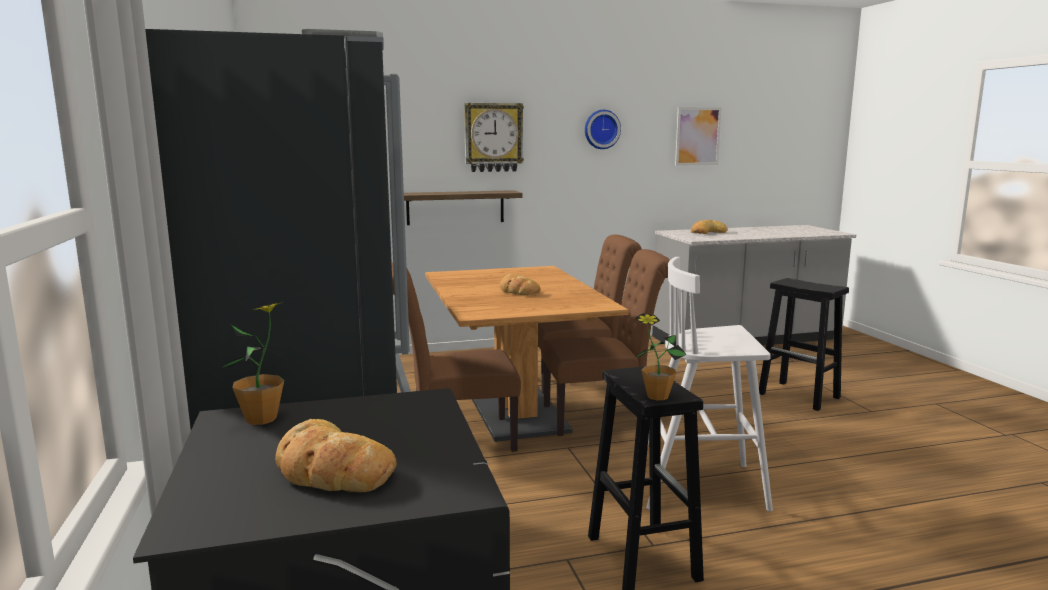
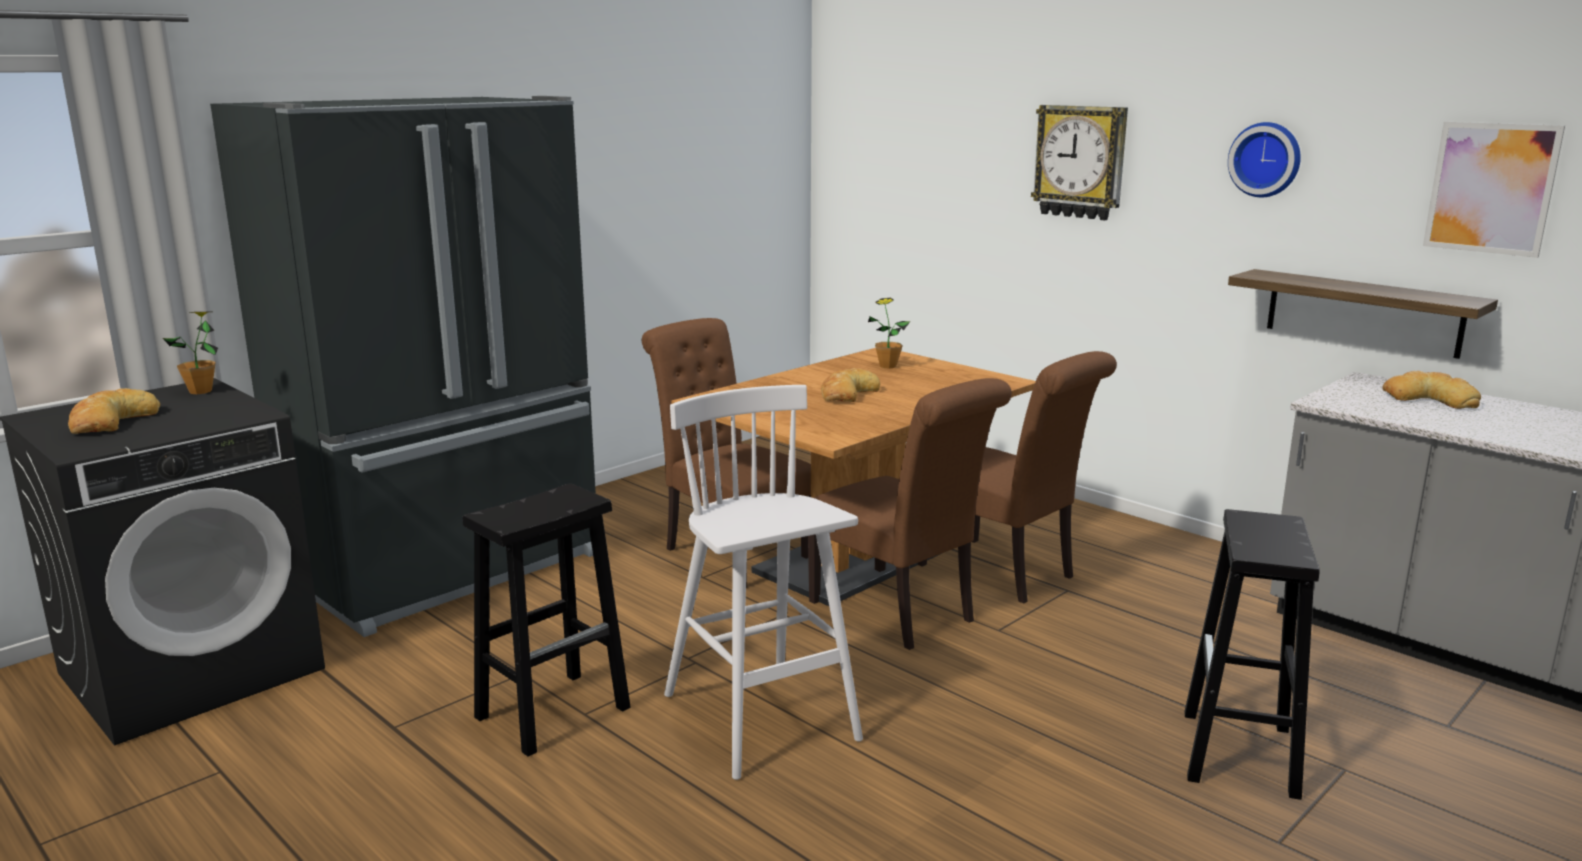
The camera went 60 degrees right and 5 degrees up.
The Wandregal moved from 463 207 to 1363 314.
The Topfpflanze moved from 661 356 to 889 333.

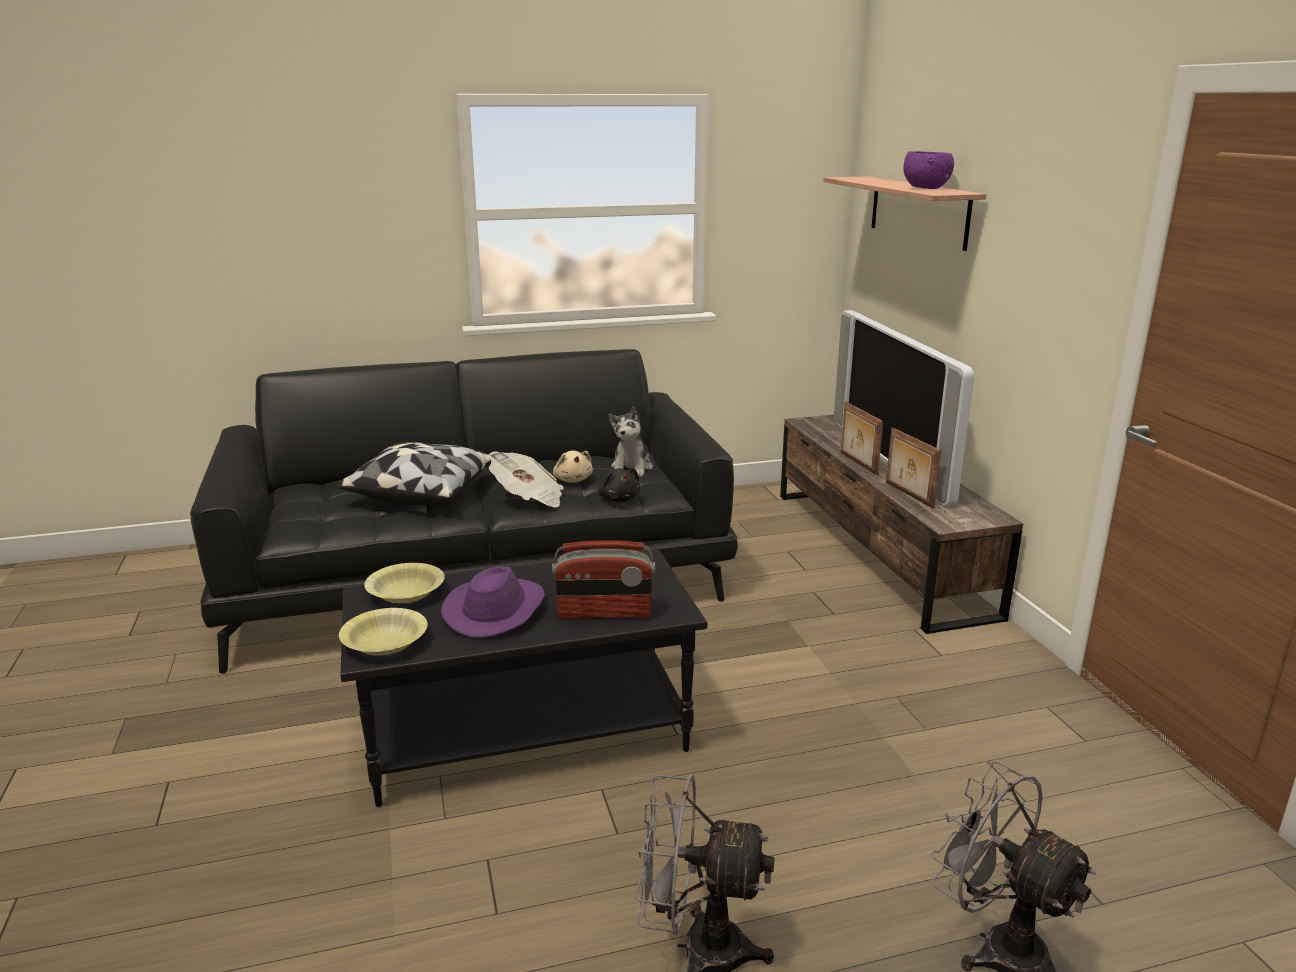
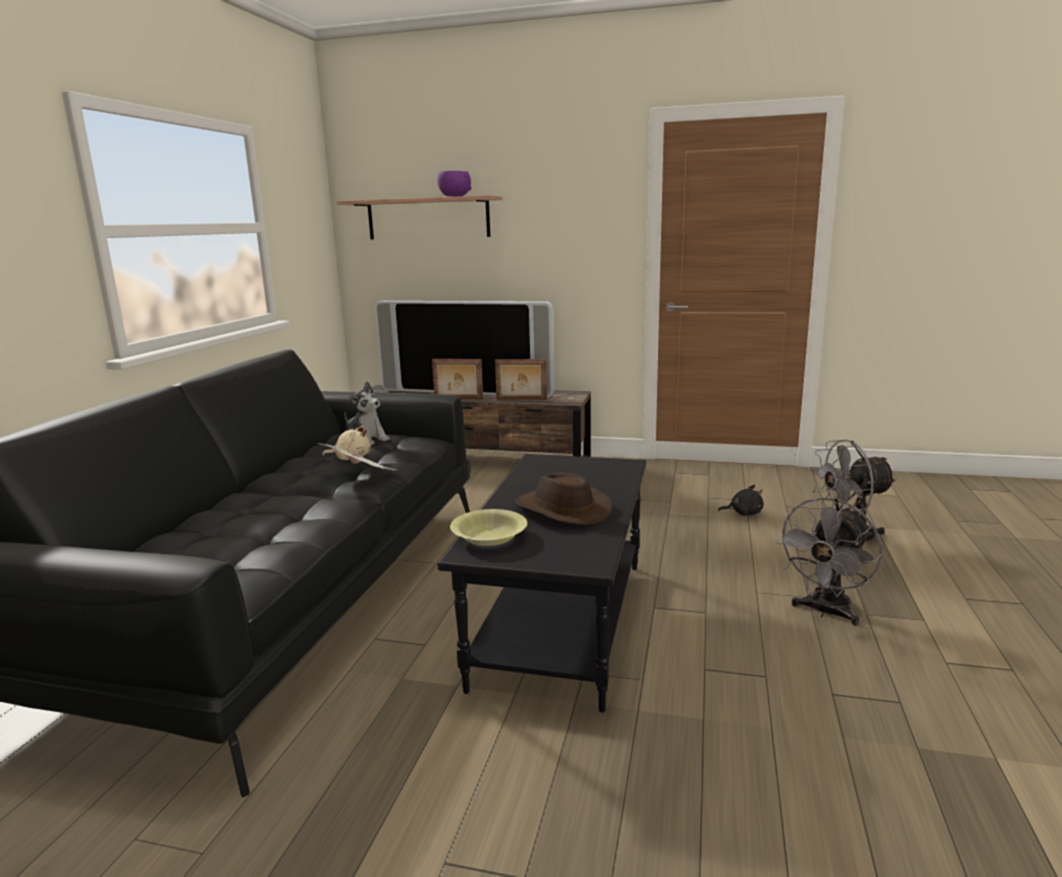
The camera went 60 degrees left and 5 degrees down.
The Kissen at 413 473 disappeared.
The Schüssel/gelb at 383 632 disappeared.
The Hut/lila at 493 602 became the Hut/braun at 563 499.
The Radio at 603 579 disappeared.
The Plüschtier/schwarz moved from 619 485 to 740 500.

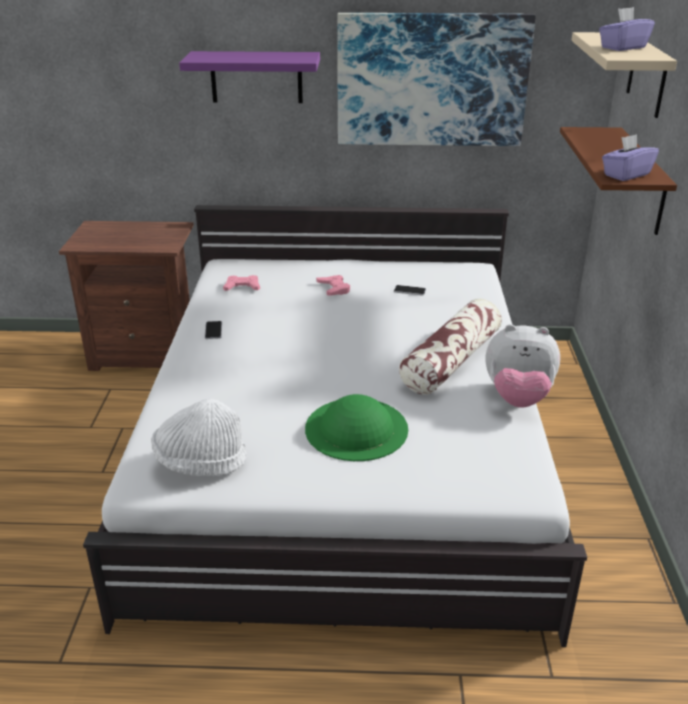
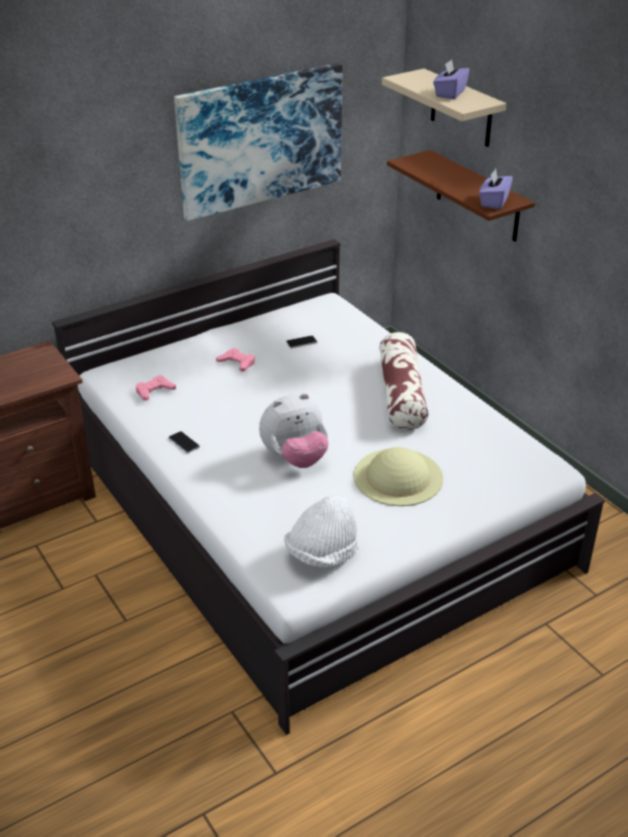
The camera went 35 degrees left and 5 degrees up.
The Wandregal/lila at 249 77 disappeared.
The Hut/grün at 356 427 became the Hut/beige at 398 476.
The Plüschtier moved from 522 366 to 294 430.

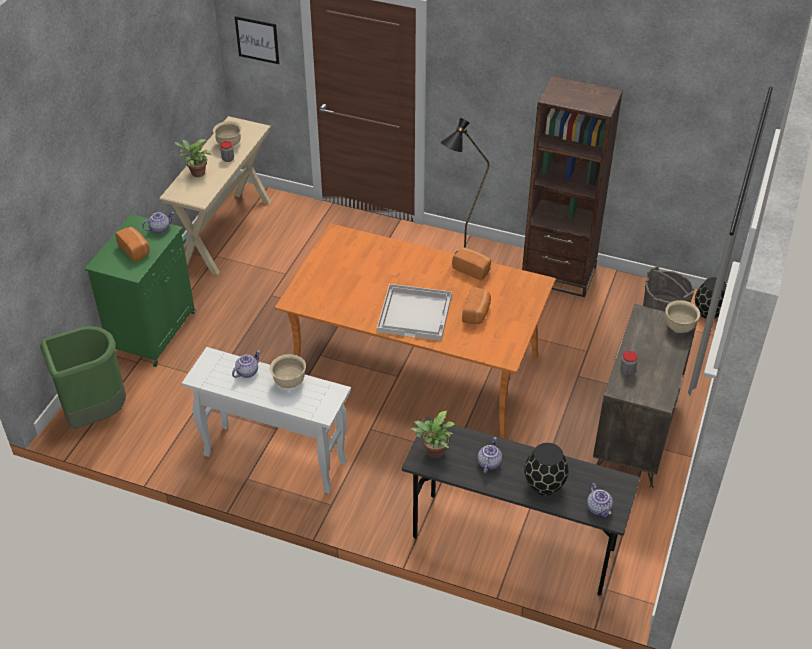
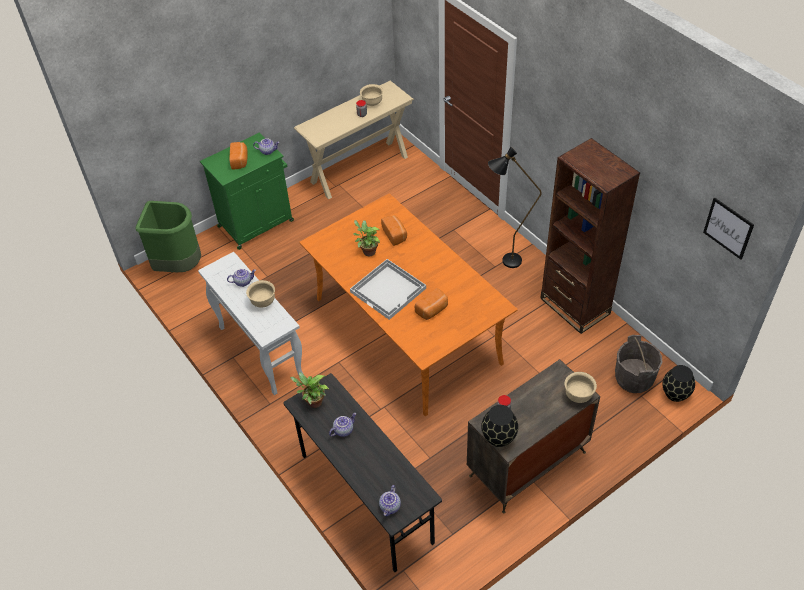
The camera went 35 degrees right and 5 degrees up.
The Topfpflanze moved from 192 158 to 366 238.
The Bild moved from 257 40 to 728 228.
The Brot moved from 471 263 to 394 230.
The Vase/schwarz moved from 546 469 to 499 426.

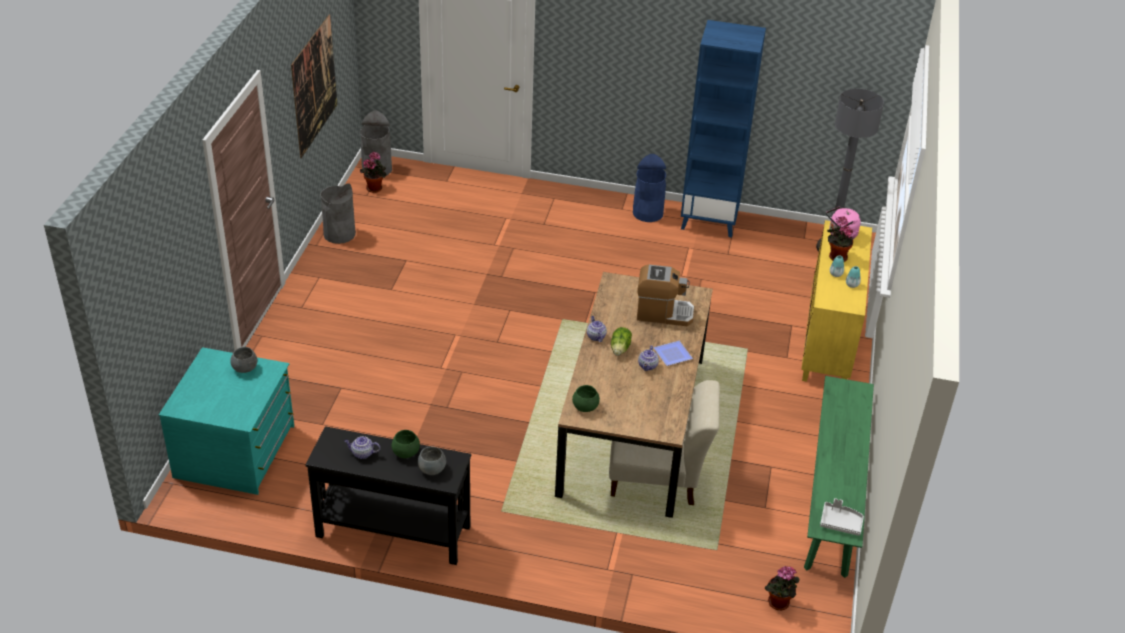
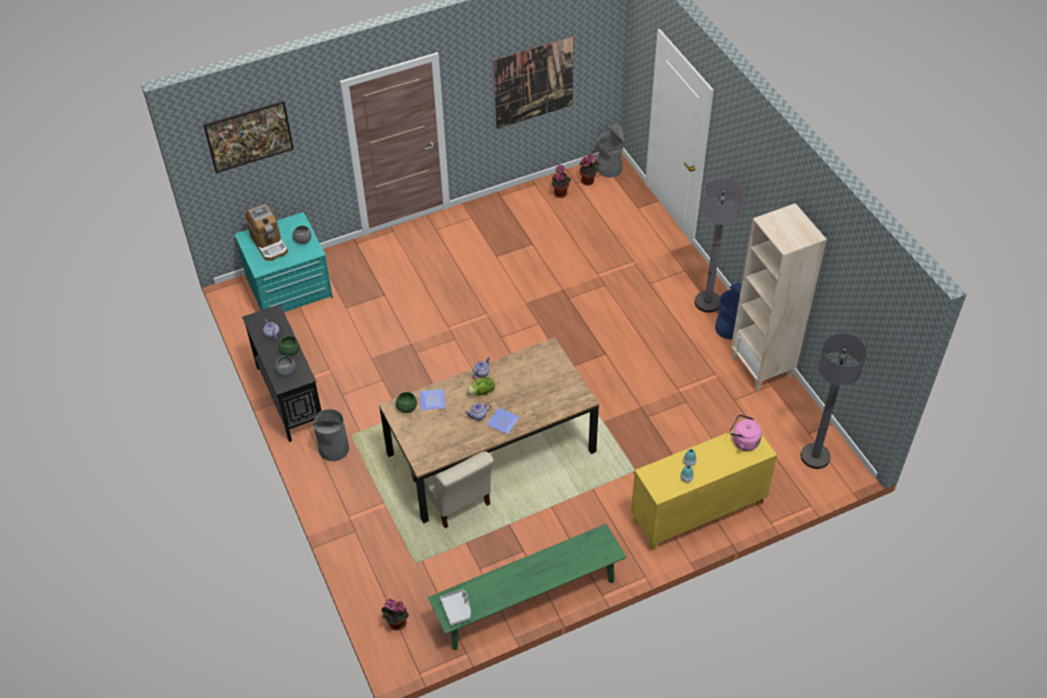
The camera went 55 degrees right and 10 degrees up.
The Mülleimer/grau moved from 338 213 to 331 435.
The Kaffeemaschine moved from 665 295 to 266 232.
The Bücherregal/blau at 723 129 became the Bücherregal/beige at 779 297.
The Topfpflanze moved from 840 239 to 561 181.
The Bild at 248 137 appeared.
The Teller at 432 399 appeared.
The Stehlampe/grau at 719 245 appeared.

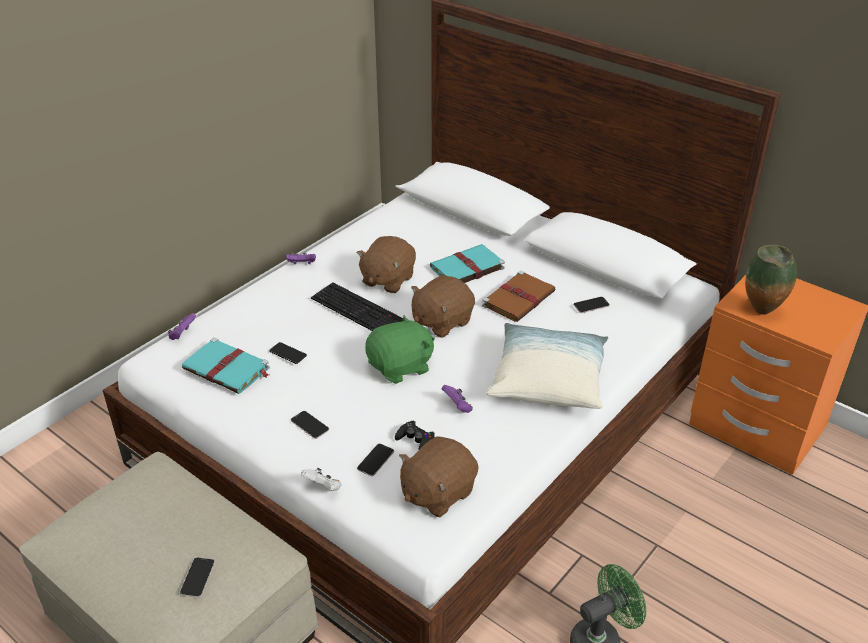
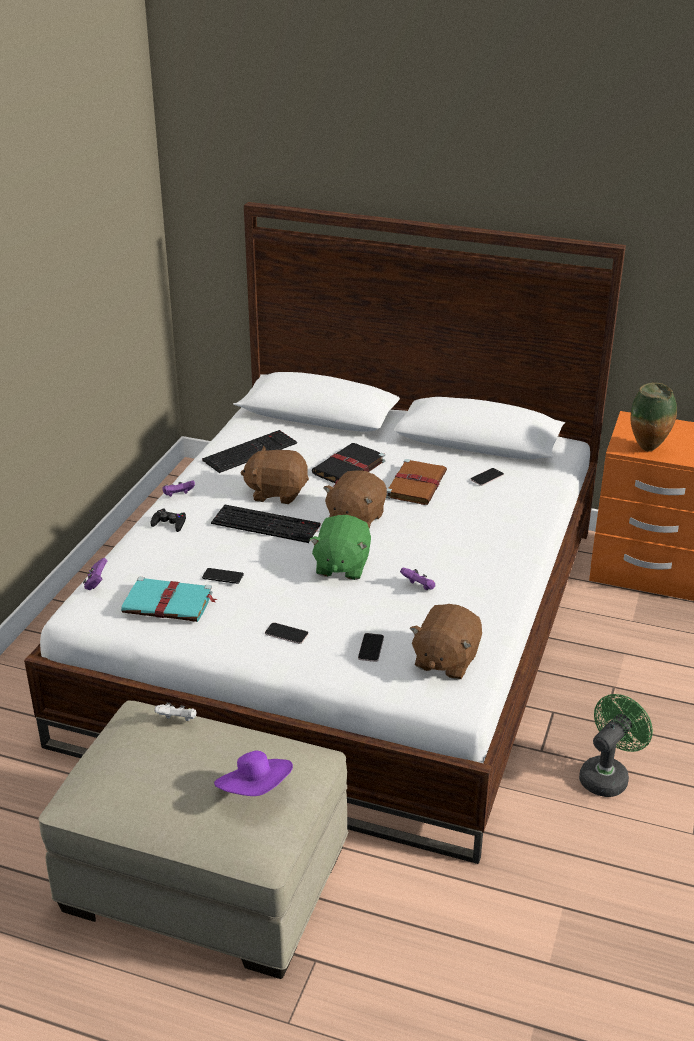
The camera went 20 degrees left and 5 degrees down.
The Handy at 197 577 was replaced by the Hut/lila at 253 773.
The Gamepad/weiß moved from 321 479 to 175 711.
The Plüschtier/braun at 386 264 turned 90 degrees clockwise.
The Plüschtier/grün at 400 349 turned 150 degrees clockwise.
The Gamepad/schwarz moved from 415 435 to 168 520.
The Buch/türkis at 467 263 became the Buch/schwarz at 348 465.
The Kissen at 547 366 disappeared.
The Tastatur at 249 451 appeared.

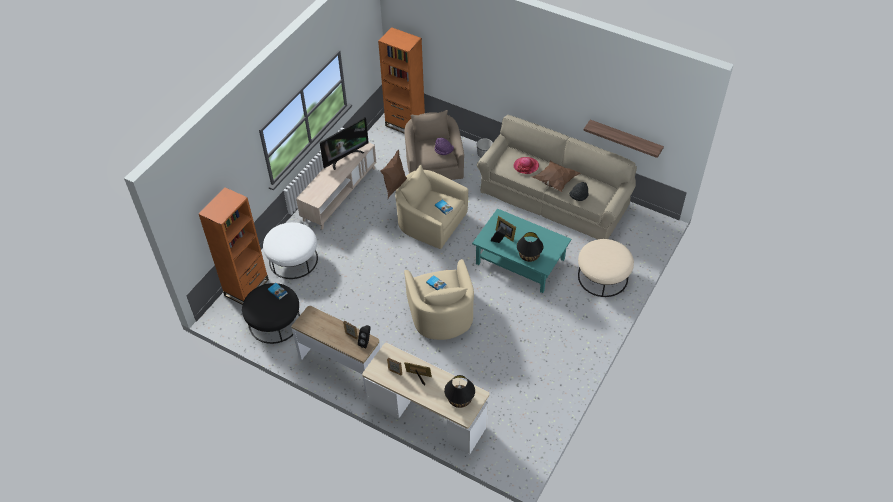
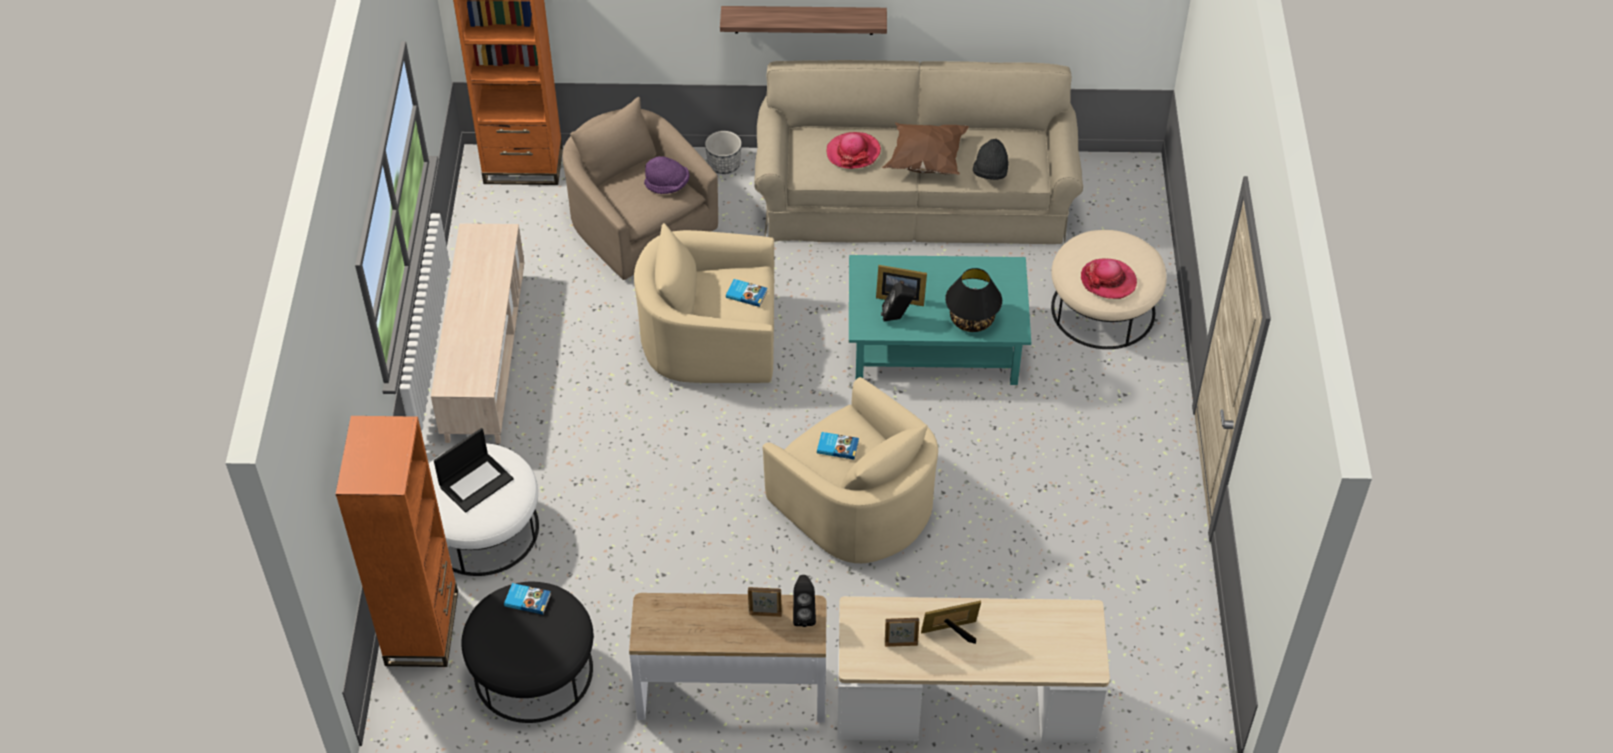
The camera went 30 degrees left and 0 degrees up.
The Fernseher at 344 143 disappeared.
The Kissen/braun at 393 174 disappeared.
The Tischlampe/schwarz at 459 391 disappeared.
The Wandregal moved from 623 139 to 803 20.
The Laptop at 474 470 appeared.
The Hut at 1109 279 appeared.

